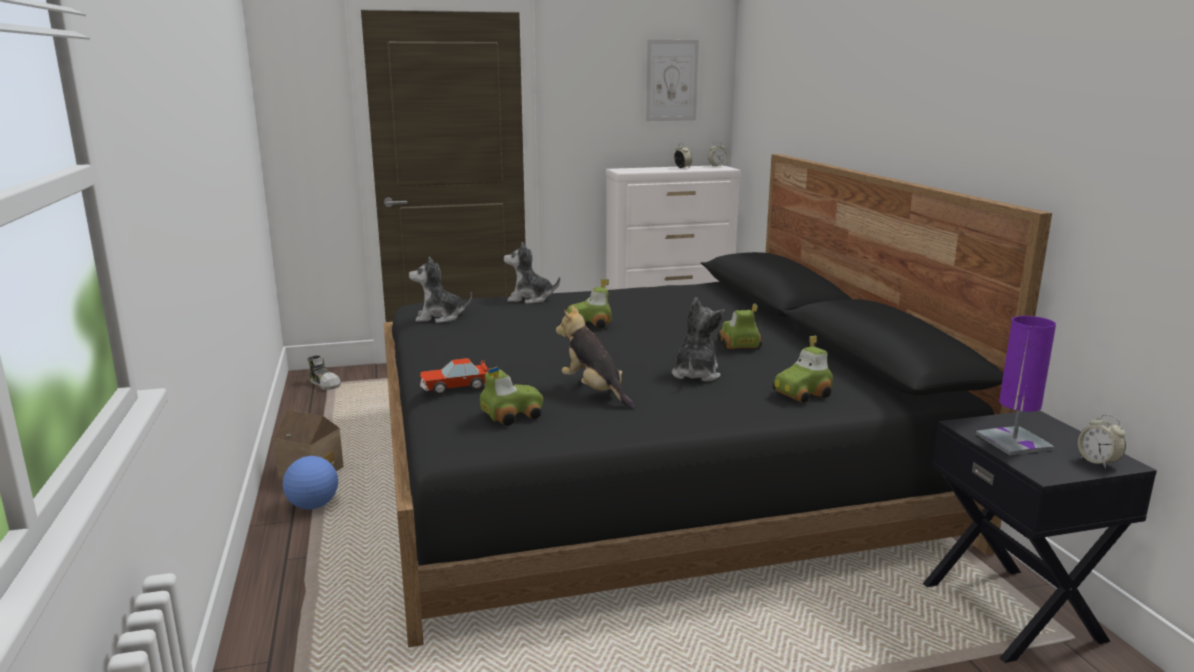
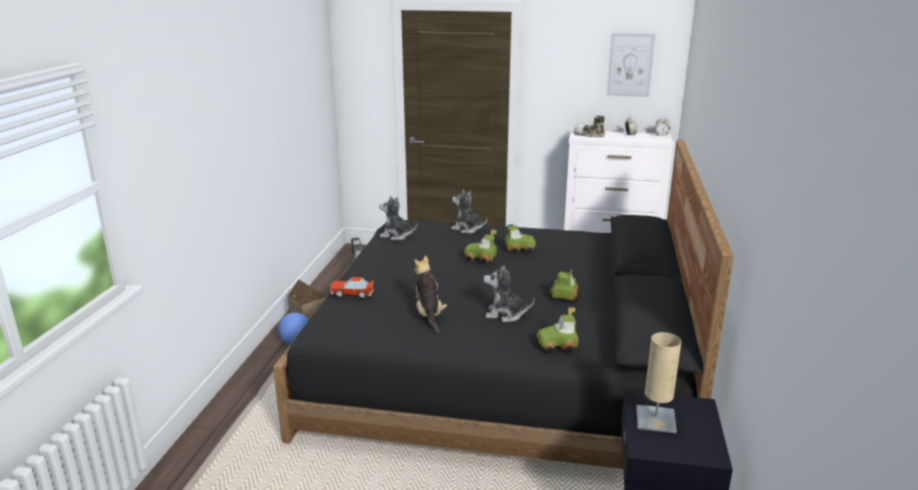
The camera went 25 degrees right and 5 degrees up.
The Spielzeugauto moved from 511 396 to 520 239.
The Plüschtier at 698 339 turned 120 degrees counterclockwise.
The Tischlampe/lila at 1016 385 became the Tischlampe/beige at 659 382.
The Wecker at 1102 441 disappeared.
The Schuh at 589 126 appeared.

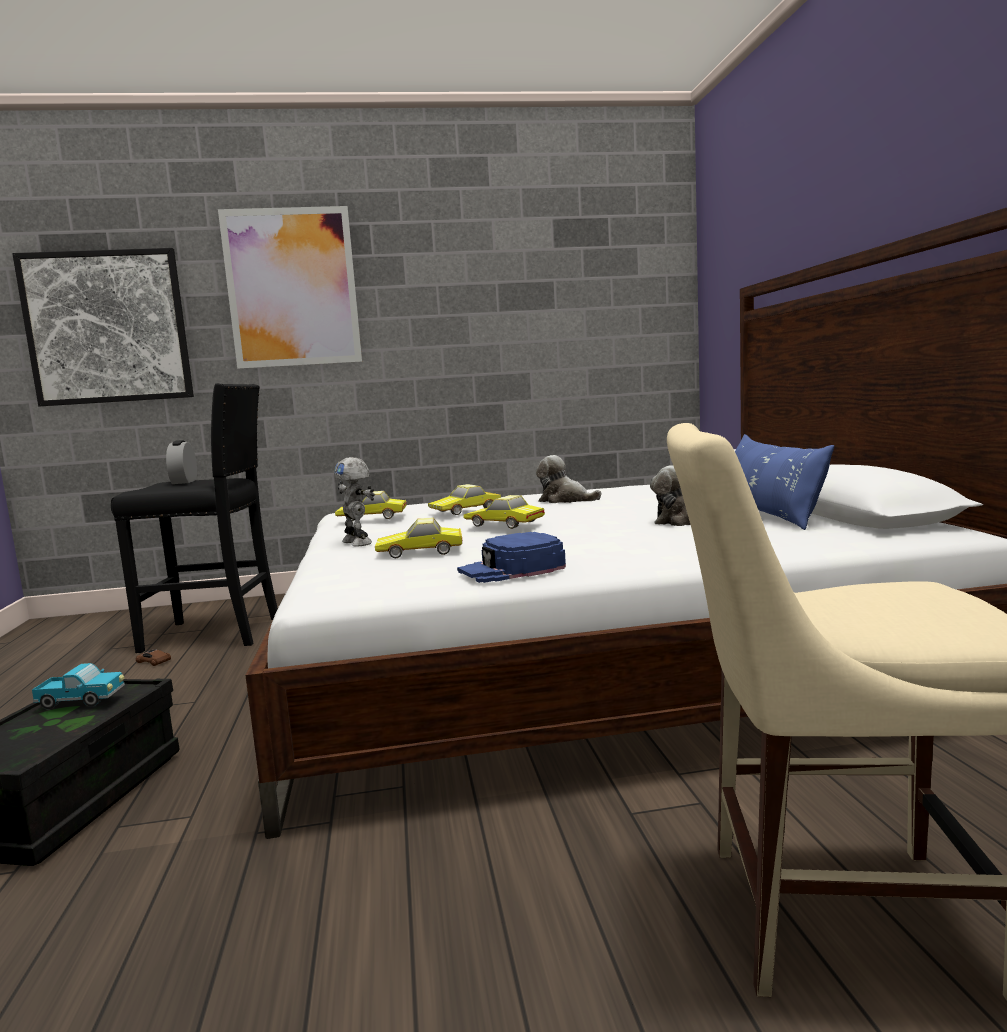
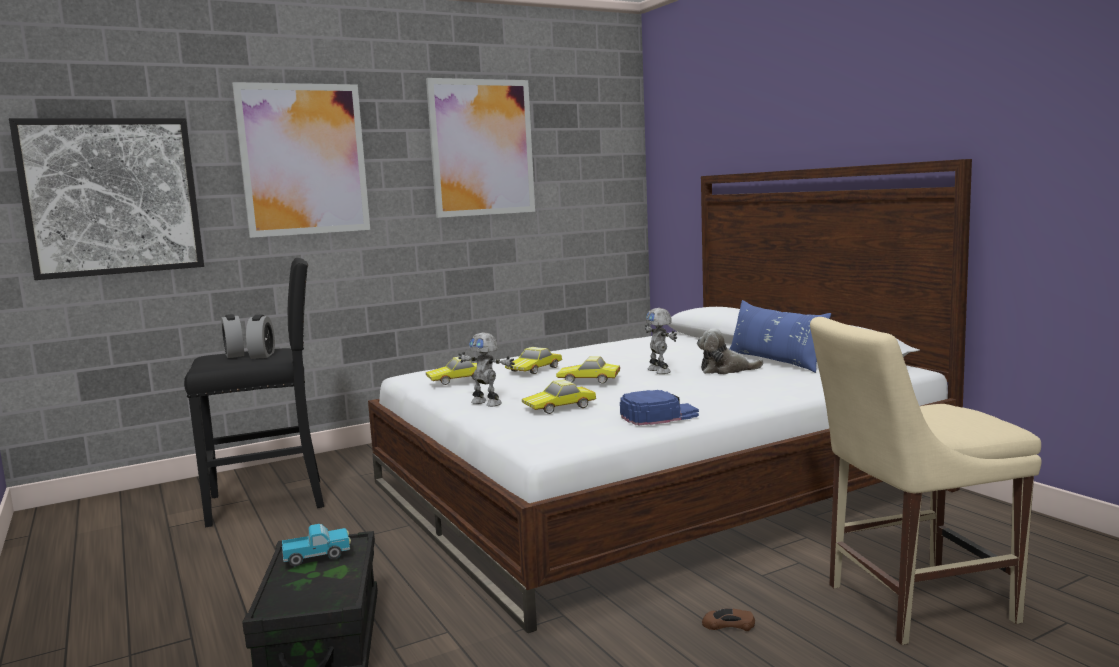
The camera went 20 degrees left and 0 degrees up.
The Spielzeugauto/braun moved from 153 657 to 728 619.
The Kappe/blau at 511 557 turned 150 degrees counterclockwise.
The Plüschtier at 569 479 disappeared.
The Wecker at 260 336 appeared.
The Bild at 480 148 appeared.
The Spielzeugroboter at 661 341 appeared.

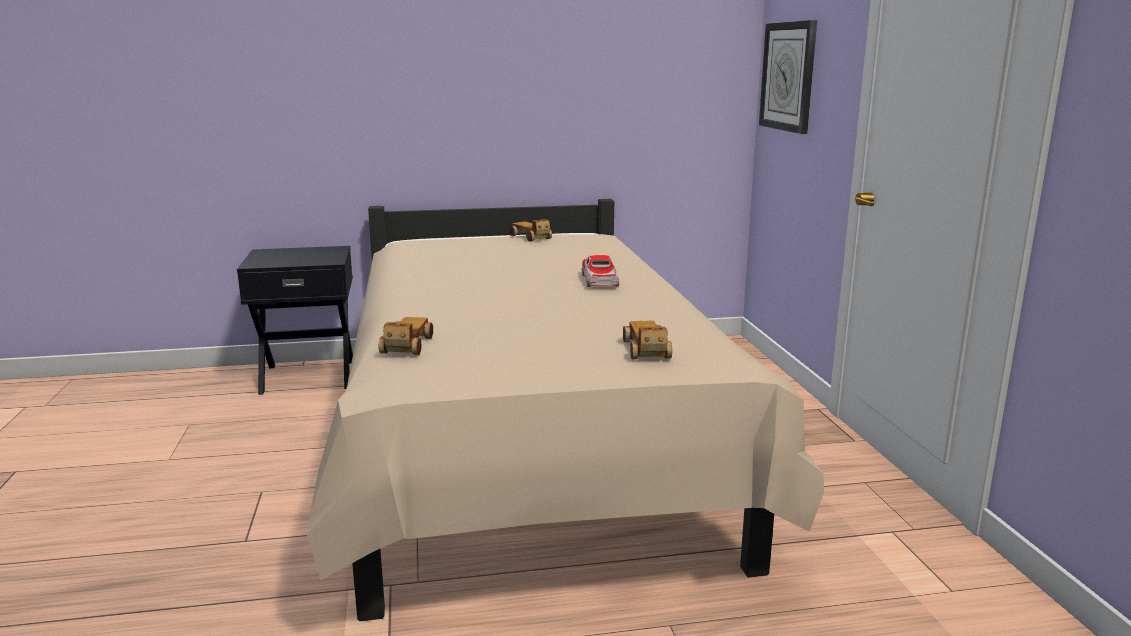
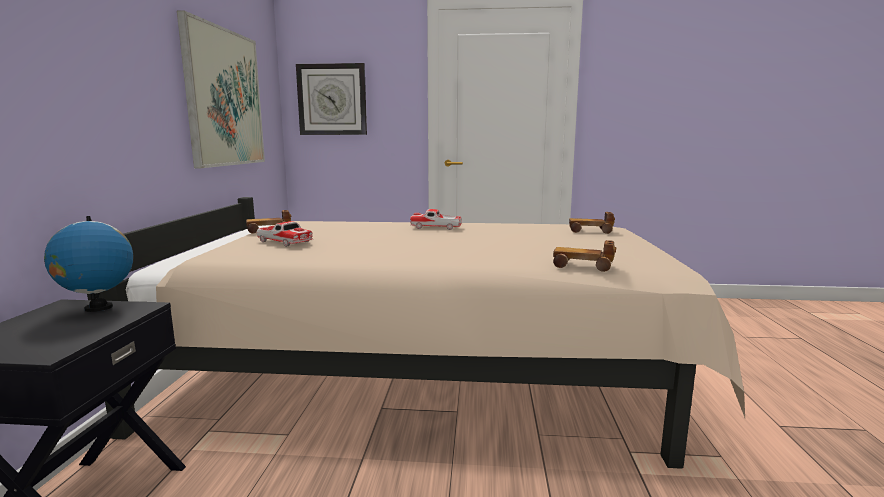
The camera went 75 degrees left and 5 degrees down.
The Globus at 89 264 appeared.
The Bild at 221 89 appeared.
The Spielzeugauto at 285 234 appeared.

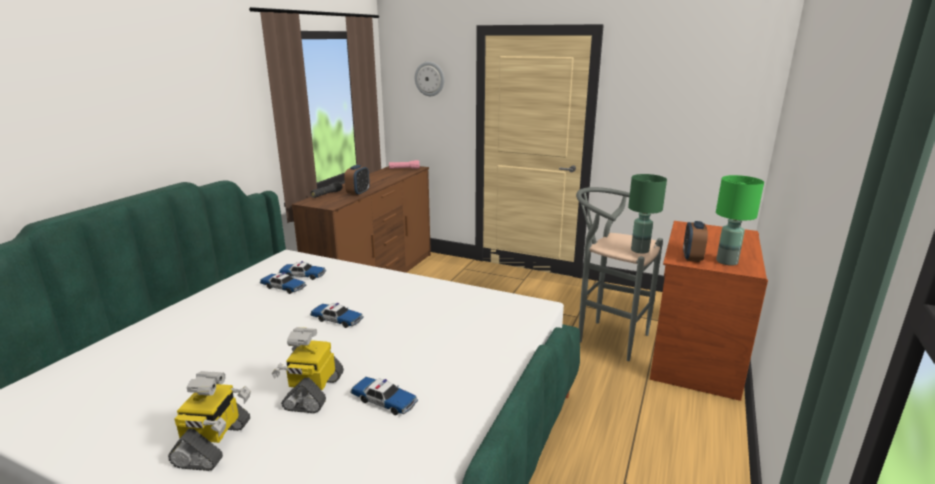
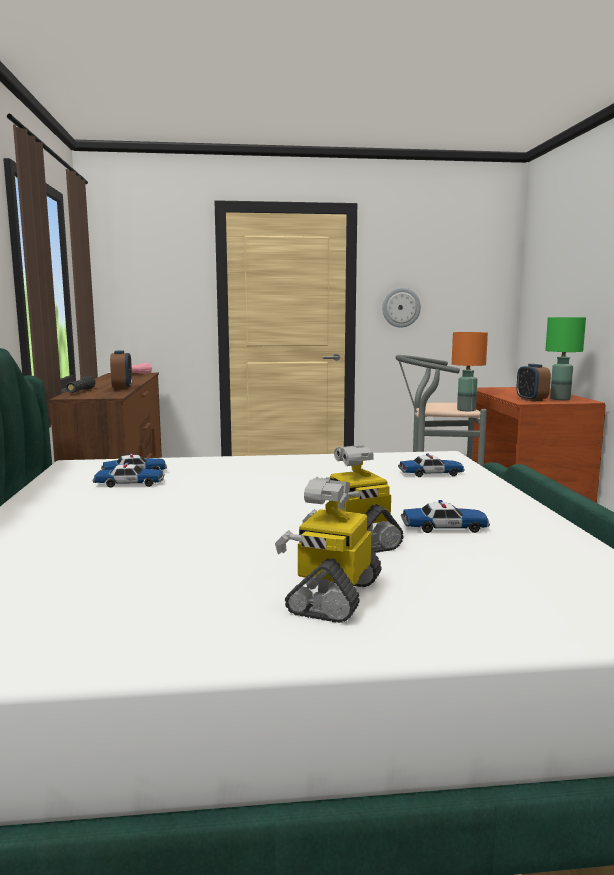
The camera went 30 degrees left and 10 degrees down.
The Spielzeugroboter at 209 421 turned 135 degrees counterclockwise.
The Spielzeugauto moved from 337 315 to 431 465.
The Wanduhr moved from 429 79 to 401 308.
The Tischlampe/grün at 647 214 became the Tischlampe/orange at 470 371.

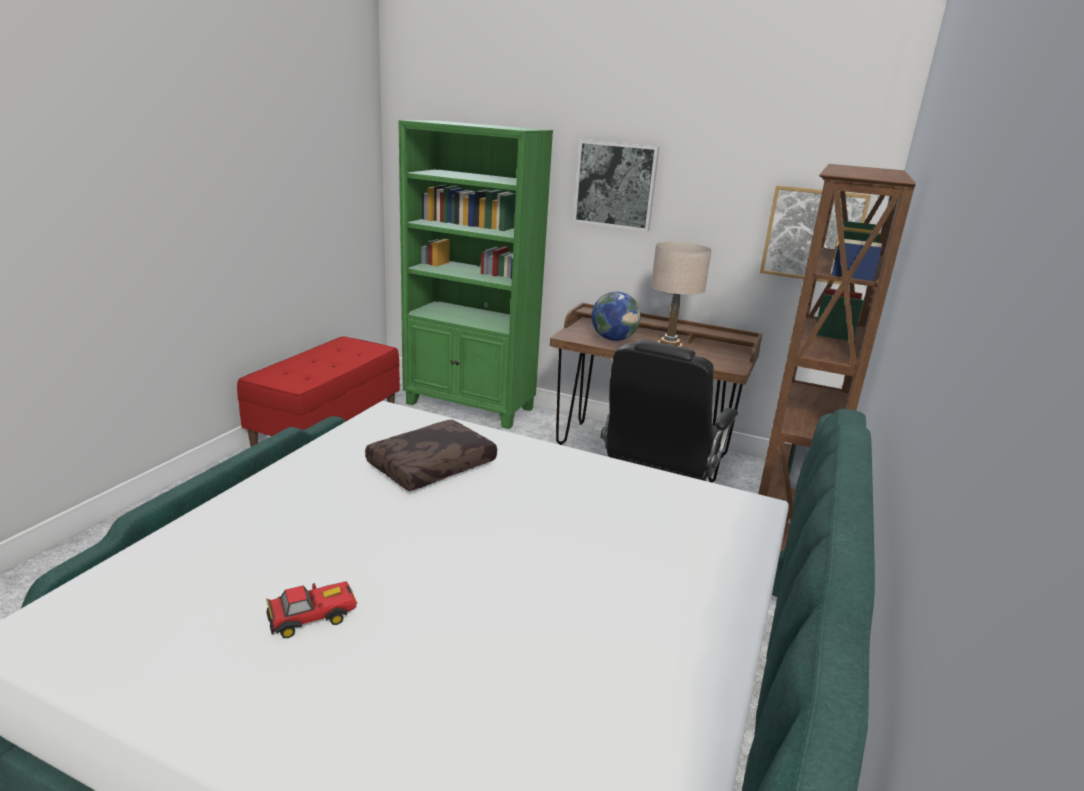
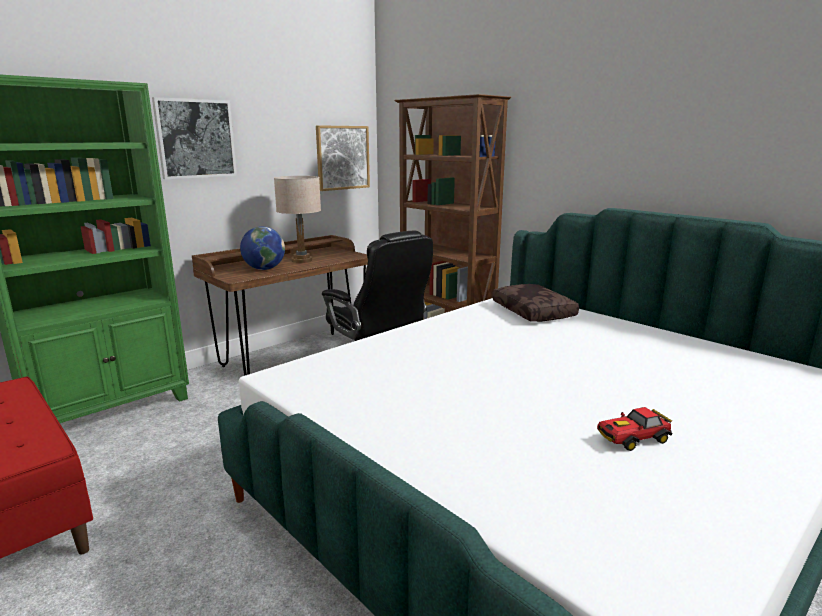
The camera went 65 degrees left and 5 degrees down.
The Spielzeugauto at 311 609 turned 105 degrees counterclockwise.
The Kissen/braun moved from 431 455 to 535 303.

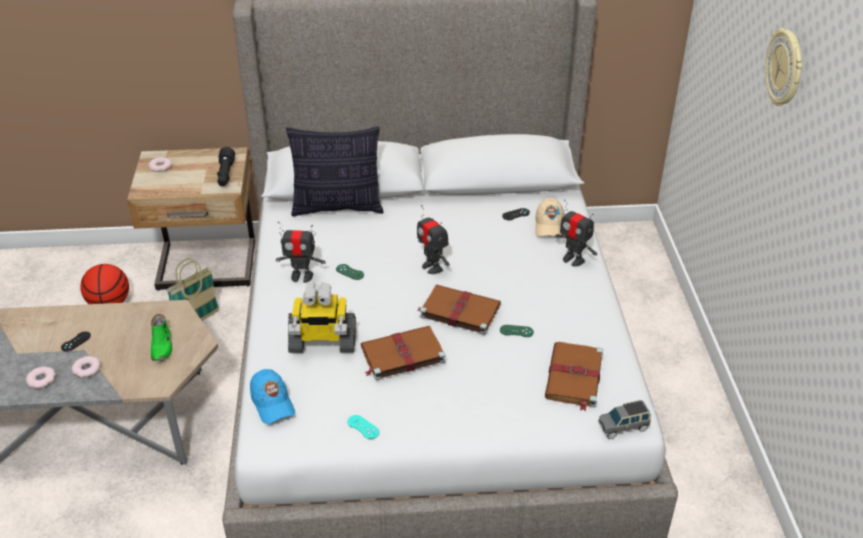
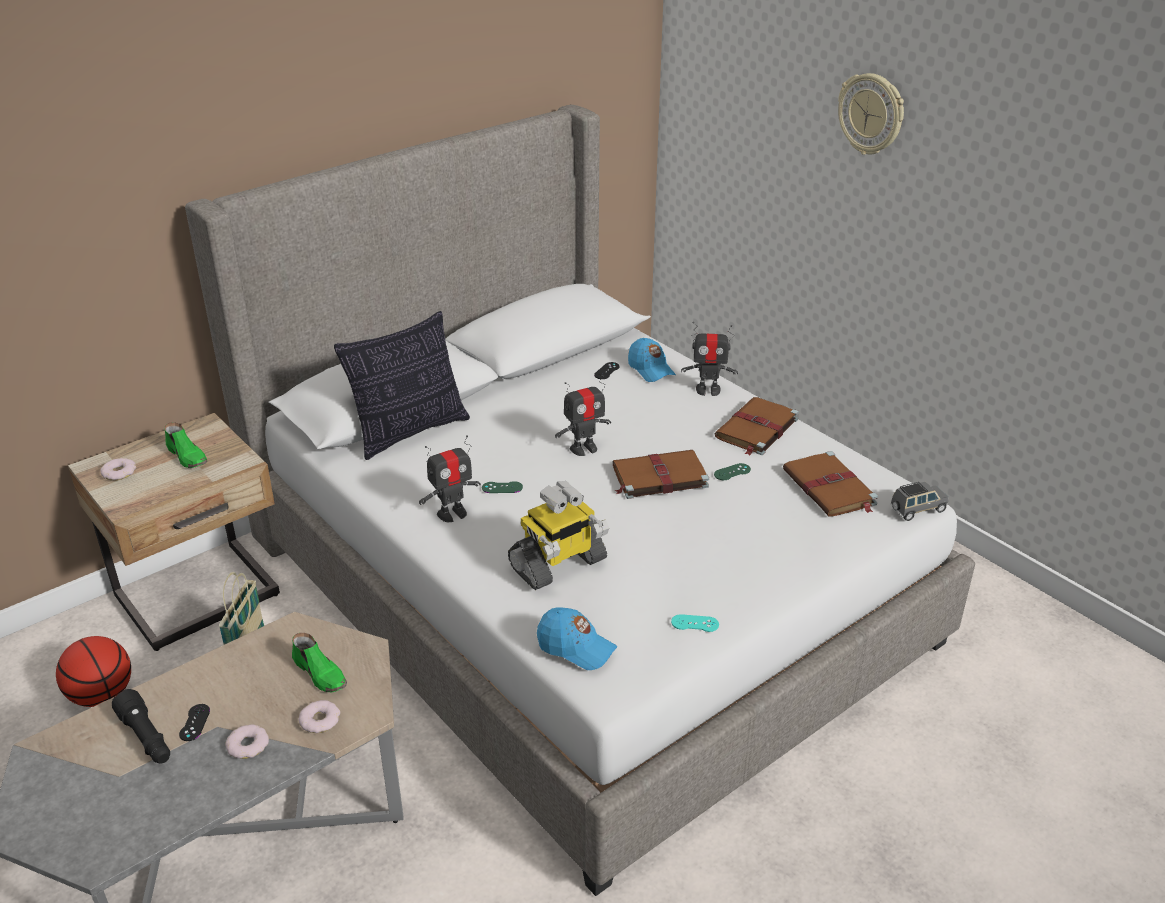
The camera went 35 degrees left and 5 degrees down.
The Donut moved from 41 377 to 319 716.
The Taschenlampe/schwarz moved from 226 166 to 141 726.
The Buch/braun moved from 403 353 to 757 426.
The Spielzeugroboter at 433 239 turned 45 degrees counterclockwise.
The Kappe/beige at 549 218 became the Kappe/blau at 652 360.
The Spielzeugauto/grau at 624 419 turned 150 degrees counterclockwise.
The Schuh/grün at 185 445 appeared.

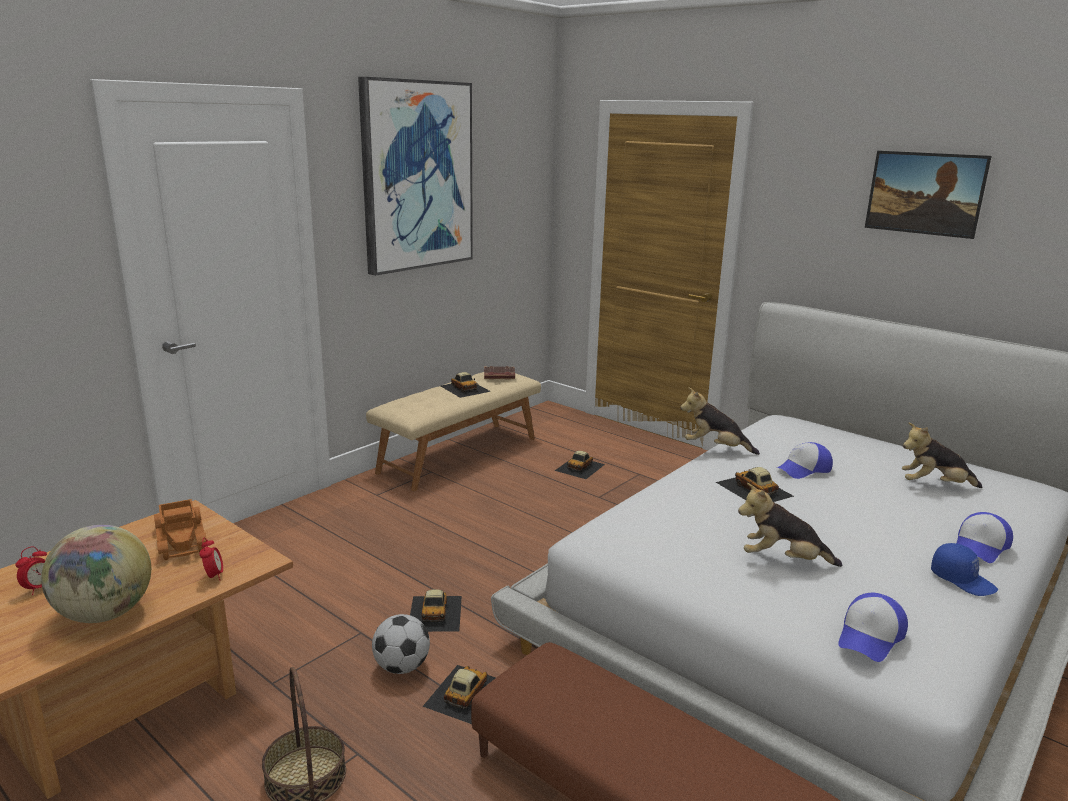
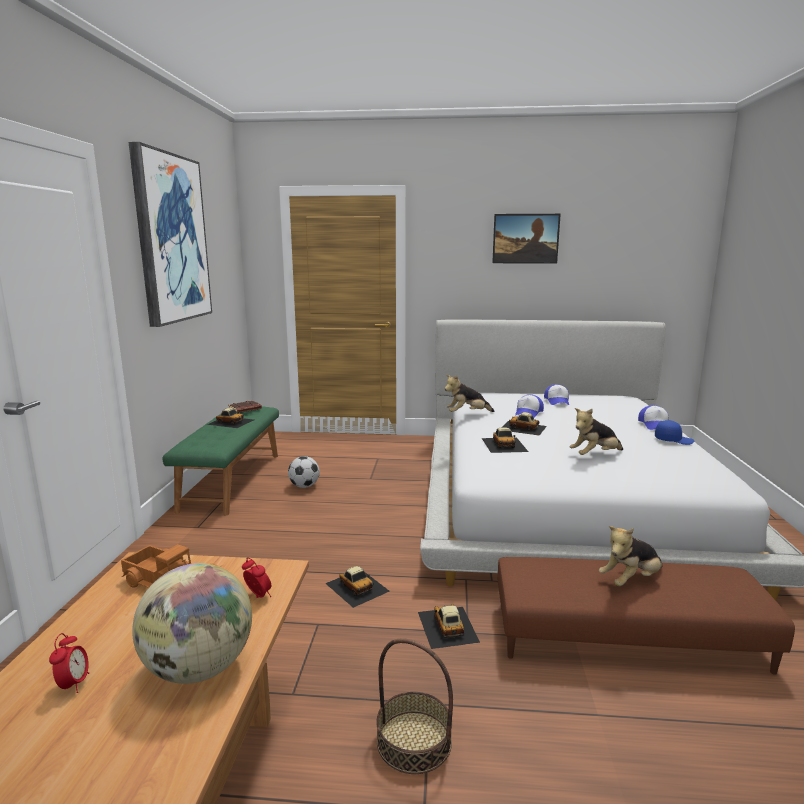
The camera went 35 degrees left and 5 degrees down.
The Bank/beige at 453 431 became the Bank/grün at 220 460.
The Fußball moved from 401 644 to 304 472.
The Spielzeugauto moved from 580 465 to 505 440.
The Kappe moved from 873 627 to 556 394.
The Plüschtier moved from 942 455 to 631 556.

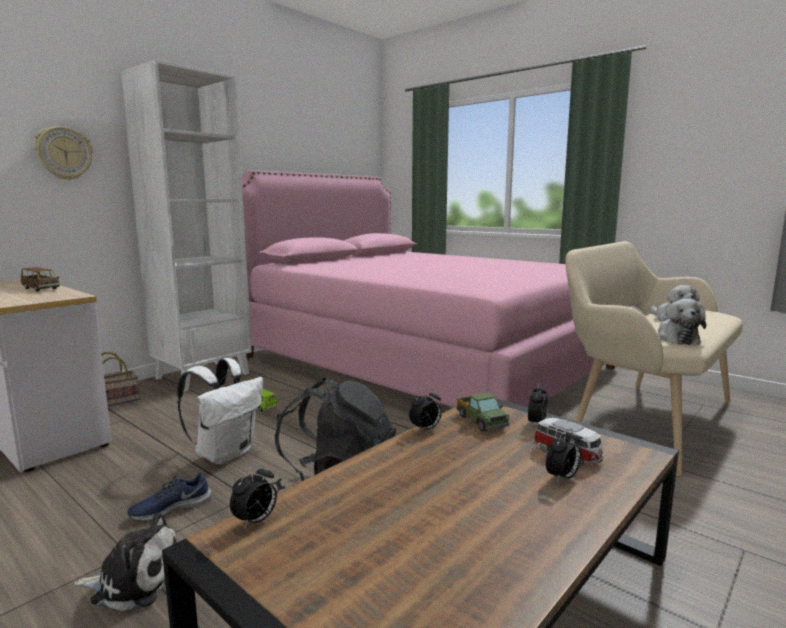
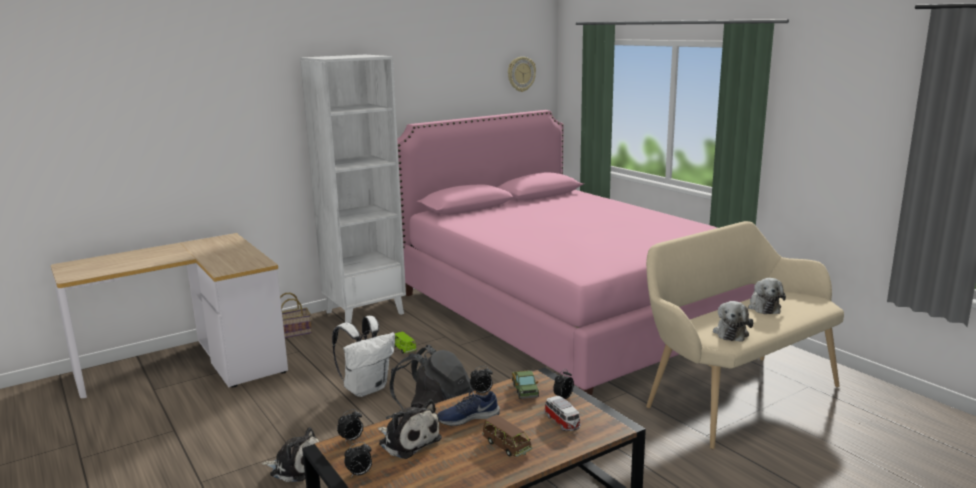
The camera went 15 degrees right and 5 degrees up.
The Spielzeugauto/braun moved from 40 279 to 507 436.
The Wanduhr moved from 63 153 to 522 74.
The Schuh/blau moved from 169 497 to 468 408.
The Wecker moved from 564 456 to 358 459.
The Plüschtier at 410 429 appeared.

